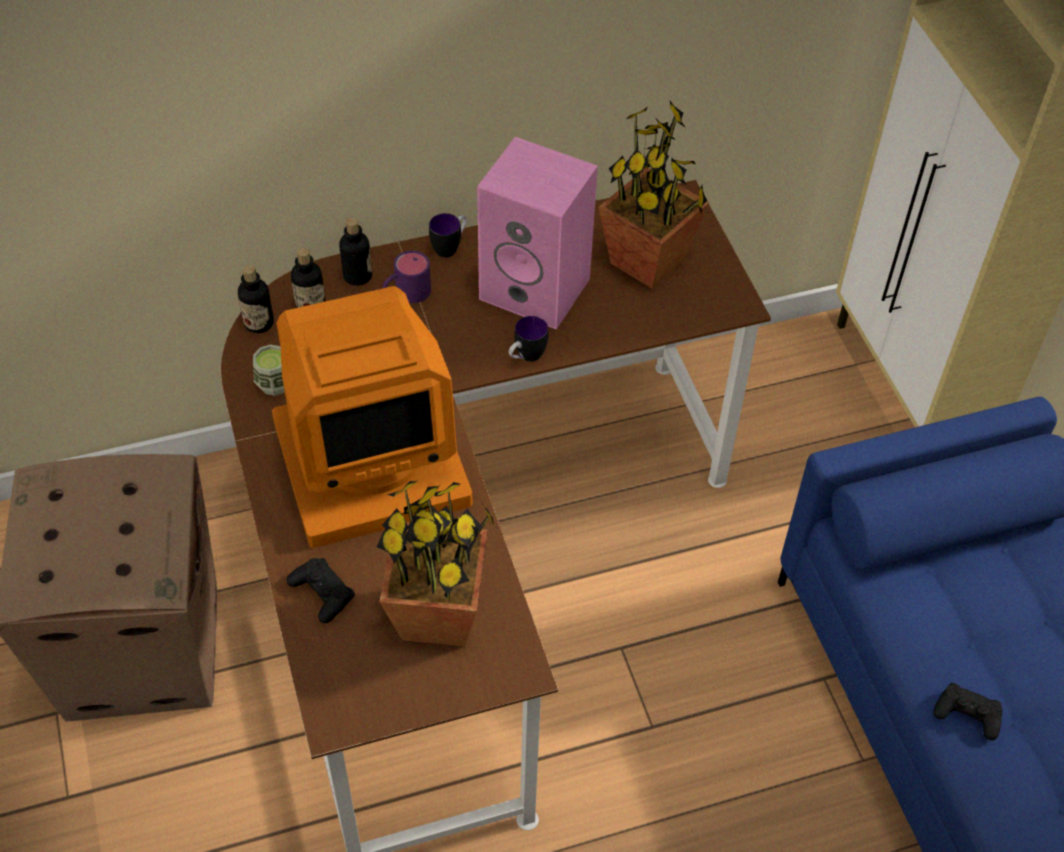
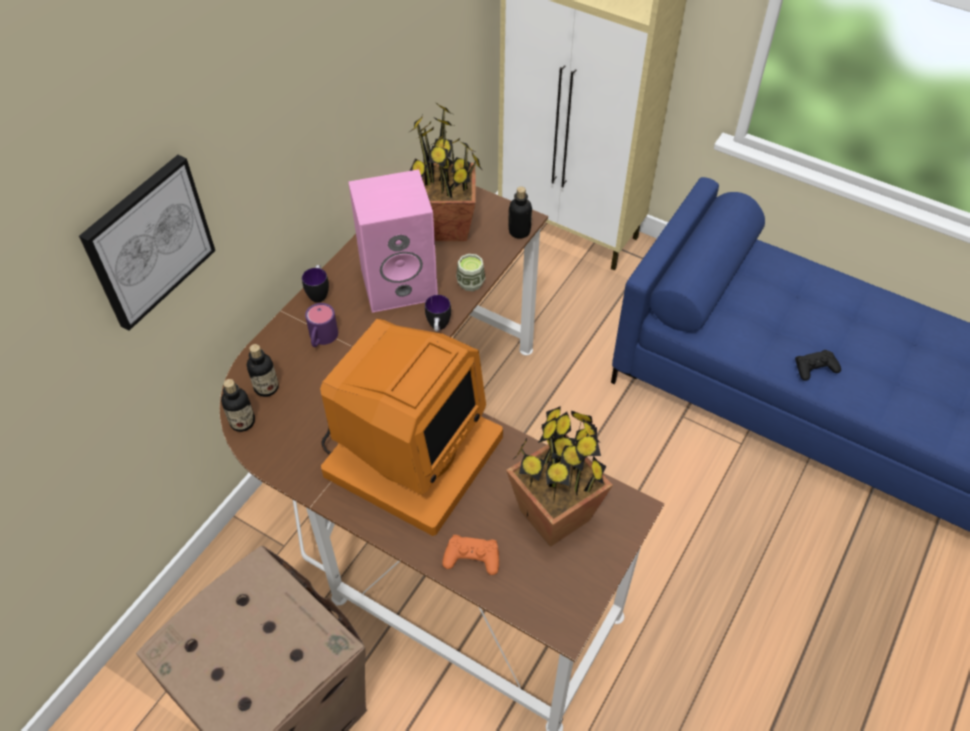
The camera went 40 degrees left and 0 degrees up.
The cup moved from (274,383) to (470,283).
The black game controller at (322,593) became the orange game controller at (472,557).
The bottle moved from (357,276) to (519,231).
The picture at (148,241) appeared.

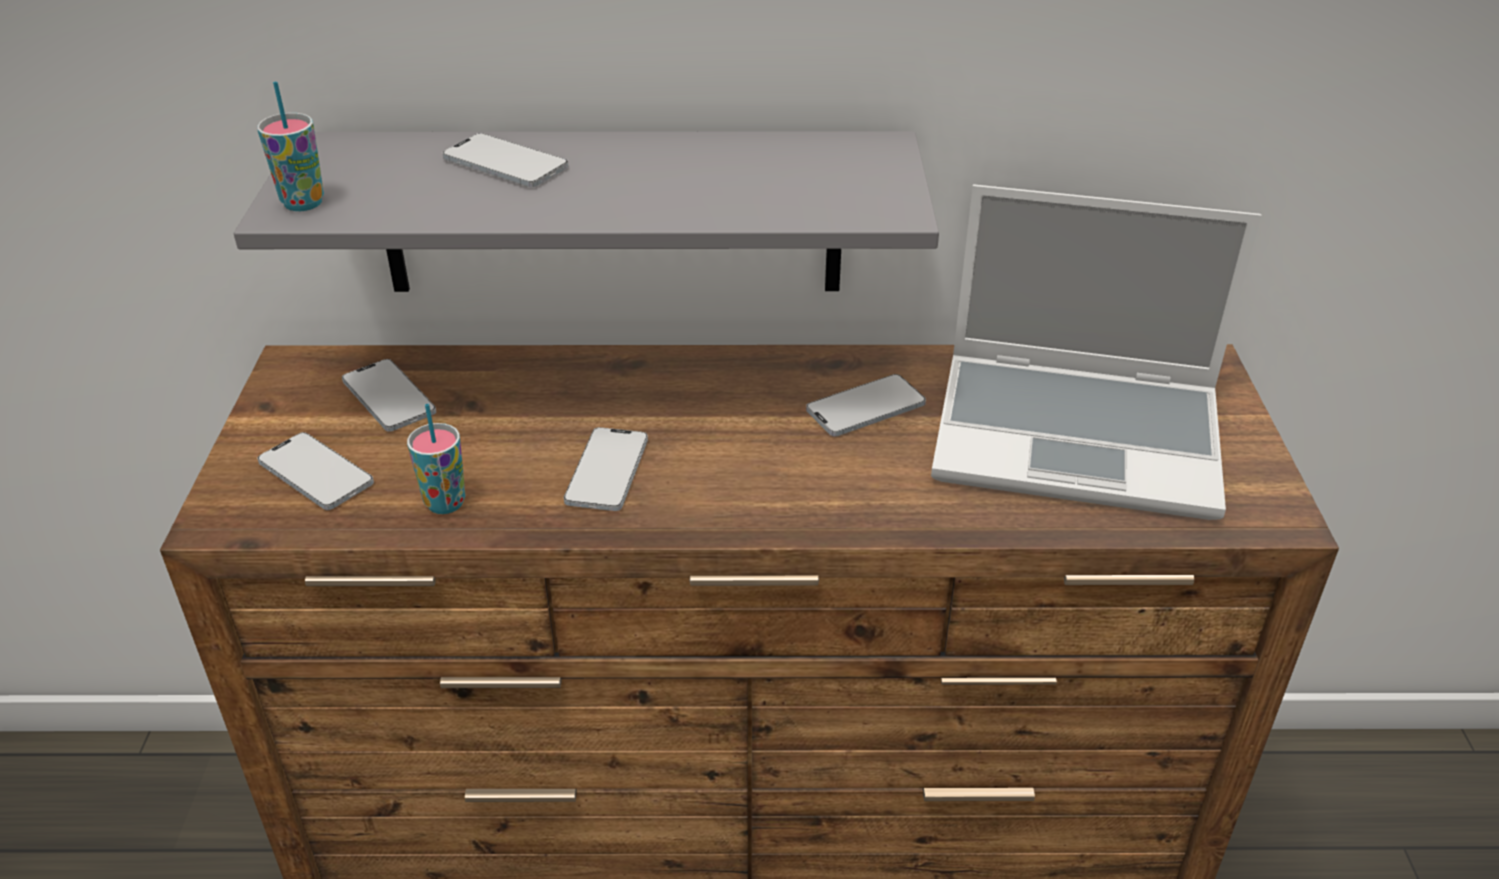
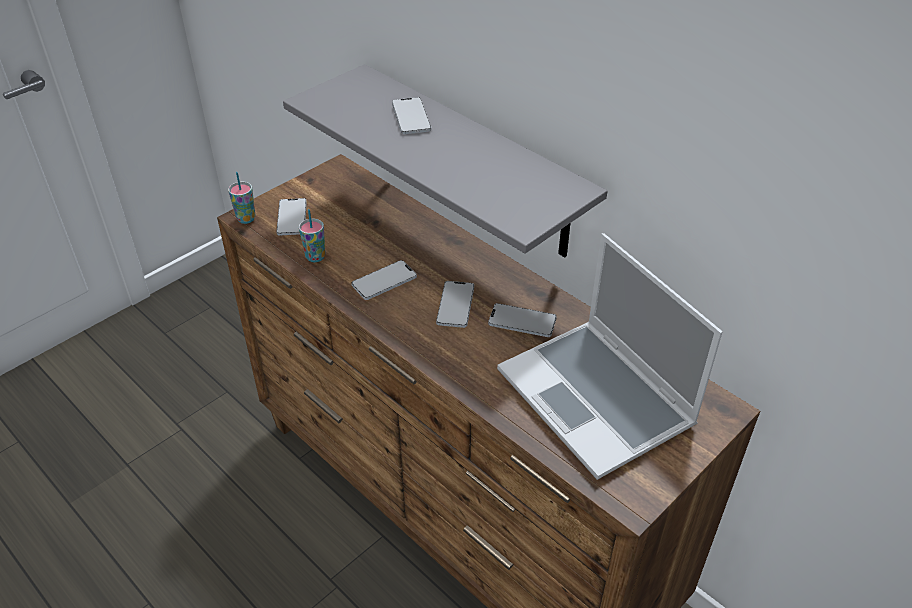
The camera went 45 degrees right and 5 degrees up.
The cup moved from (303,203) to (246,219).
The phone moved from (389,397) to (455,305).

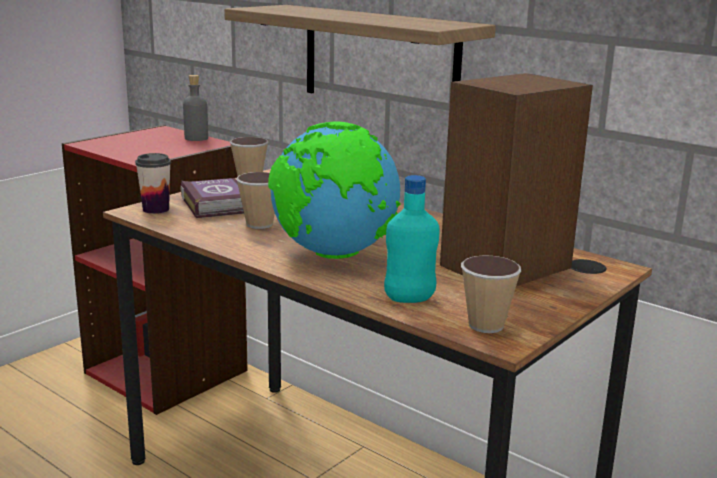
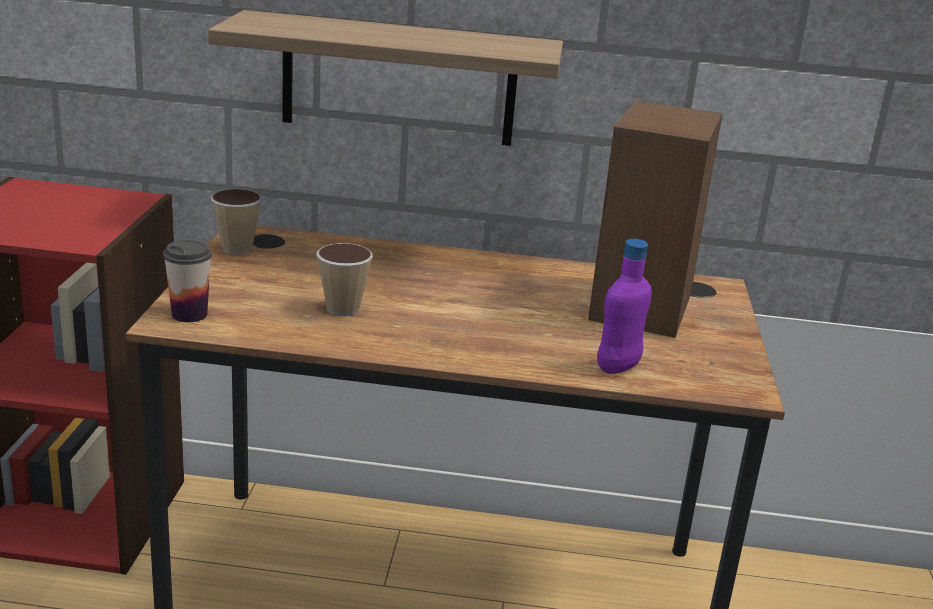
The camera went 35 degrees left and 5 degrees up.
The book at (217,204) disappeared.
The grey bottle at (196,138) disappeared.
The globe at (333,255) disappeared.
The turquoise bottle at (409,299) became the purple bottle at (618,367).
The cup at (486,325) disappeared.

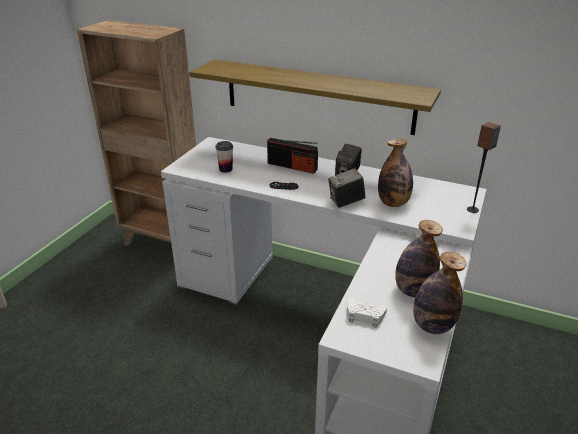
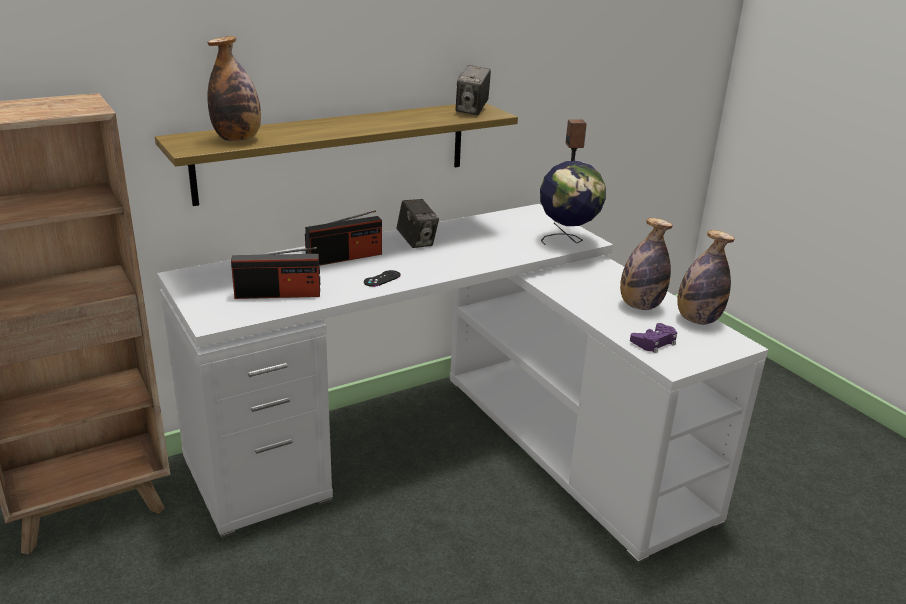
The camera went 55 degrees left and 5 degrees down.
The cup at (225,169) was replaced by the radio at (278,294).
The photo camera moved from (346,202) to (472,111).
The white game controller at (364,316) became the purple game controller at (654,342).
The bottle moved from (393,203) to (237,139).
The globe at (567,240) appeared.

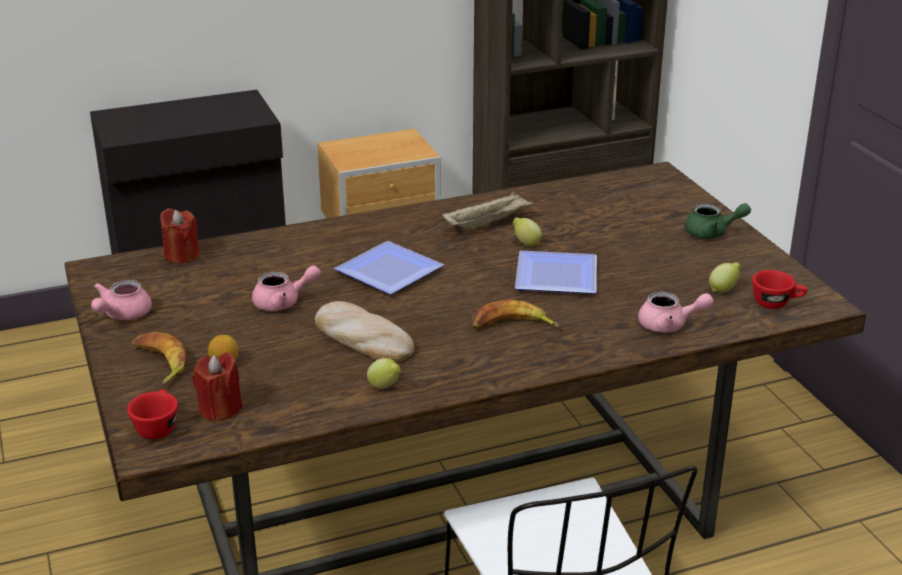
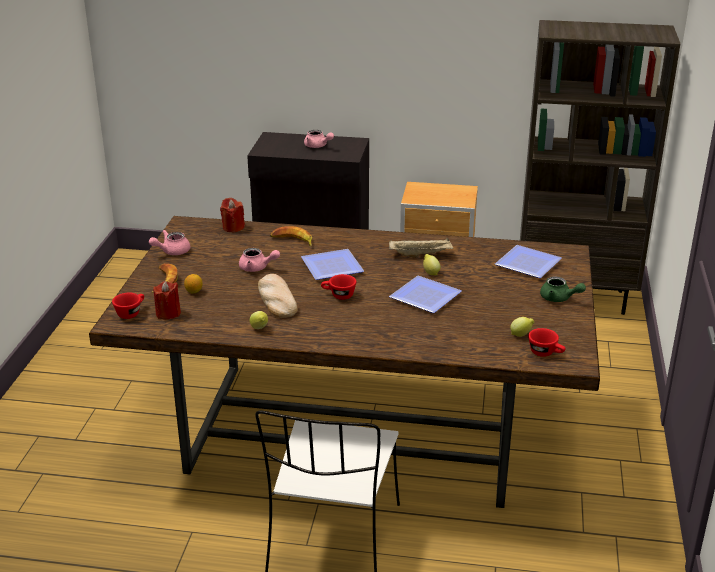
The camera went 30 degrees right and 0 degrees up.
The banana moved from (512,325) to (292,241).
The pink teapot moved from (669,325) to (317,146).
The red cup at (338,295) appeared.
The plate at (529,265) appeared.

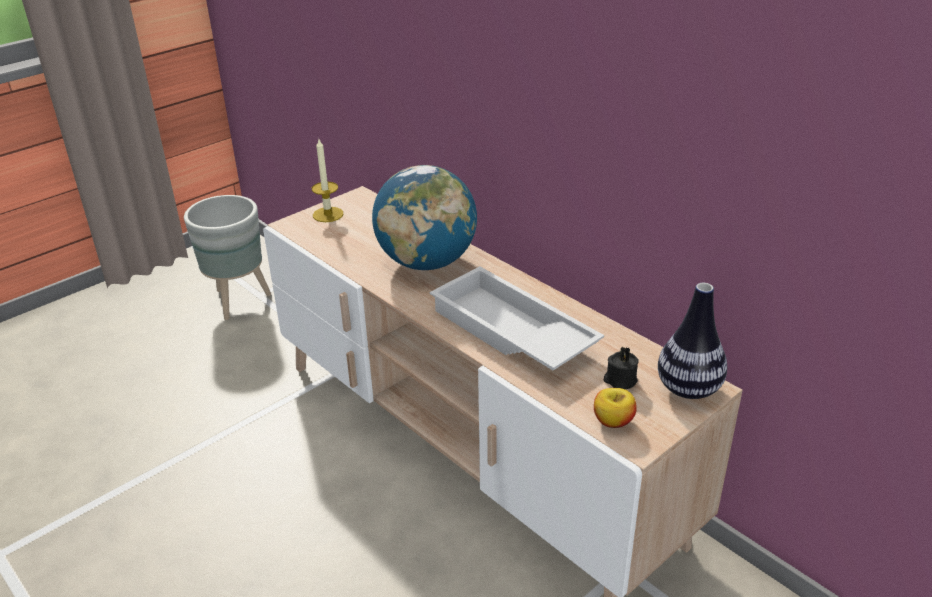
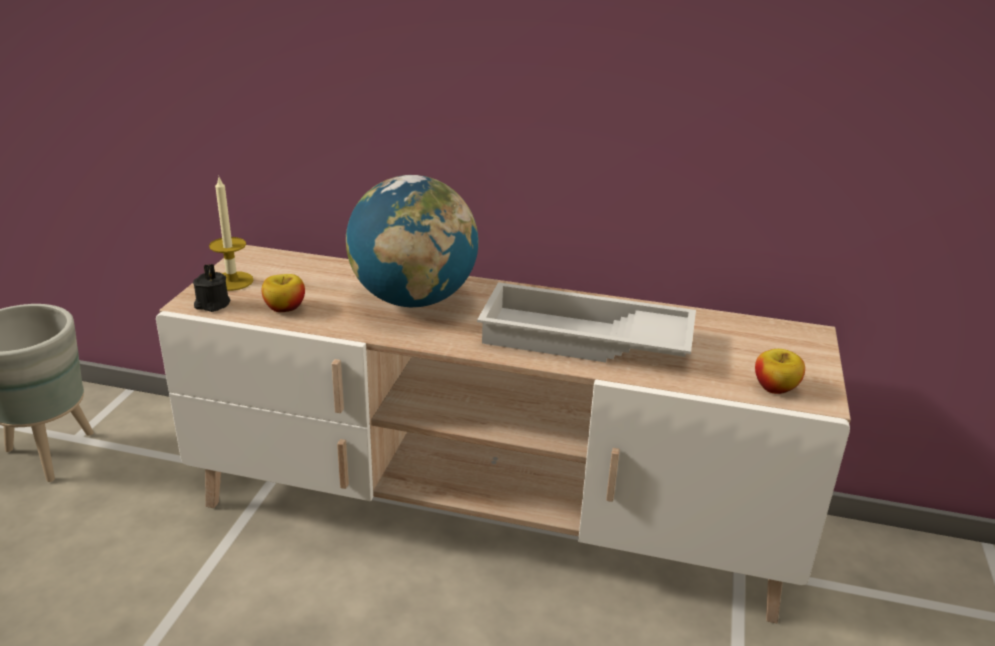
The camera went 35 degrees left and 5 degrees down.
The black candle moved from (620,380) to (212,304).
The vase at (688,389) disappeared.
The apple at (285,308) appeared.

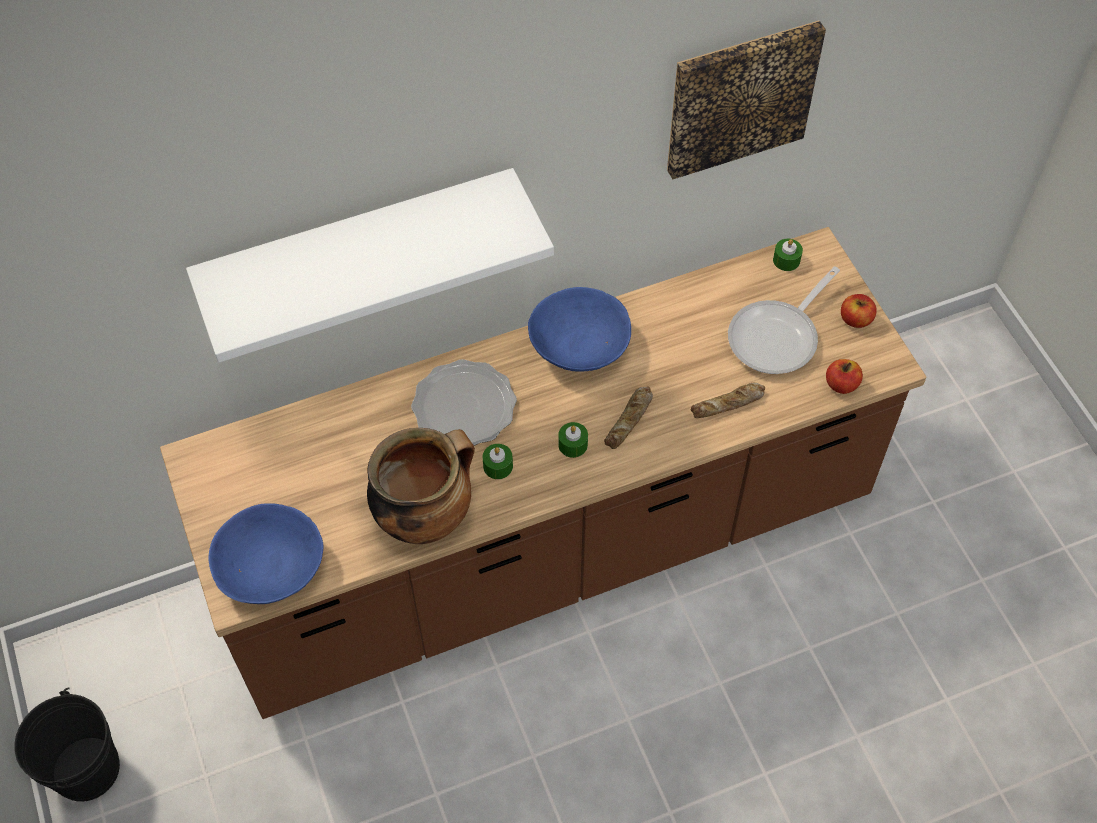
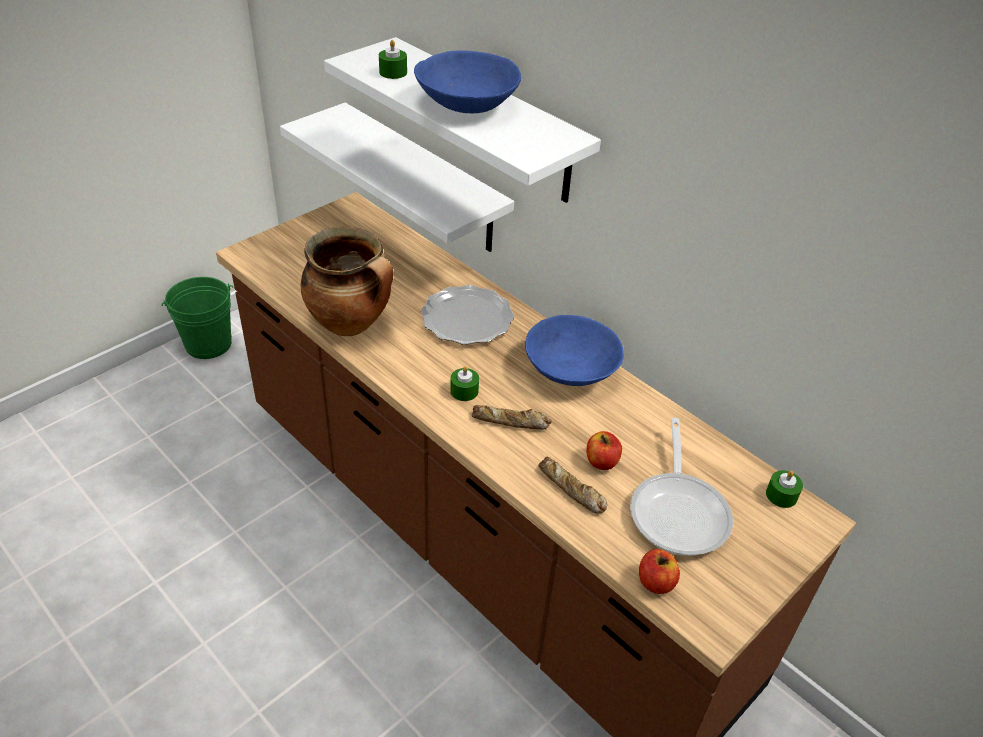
The camera went 65 degrees right and 15 degrees down.
The black bucket at (86,769) became the green bucket at (208,344).
The blue bowl moved from (271,568) to (466,104).
The green candle moved from (498,466) to (393,72).
The picture at (740,97) disappeared.
The frying pan at (778,337) turned 105 degrees counterclockwise.
The apple moved from (855,319) to (602,461).
The white shelf at (424,178) appeared.

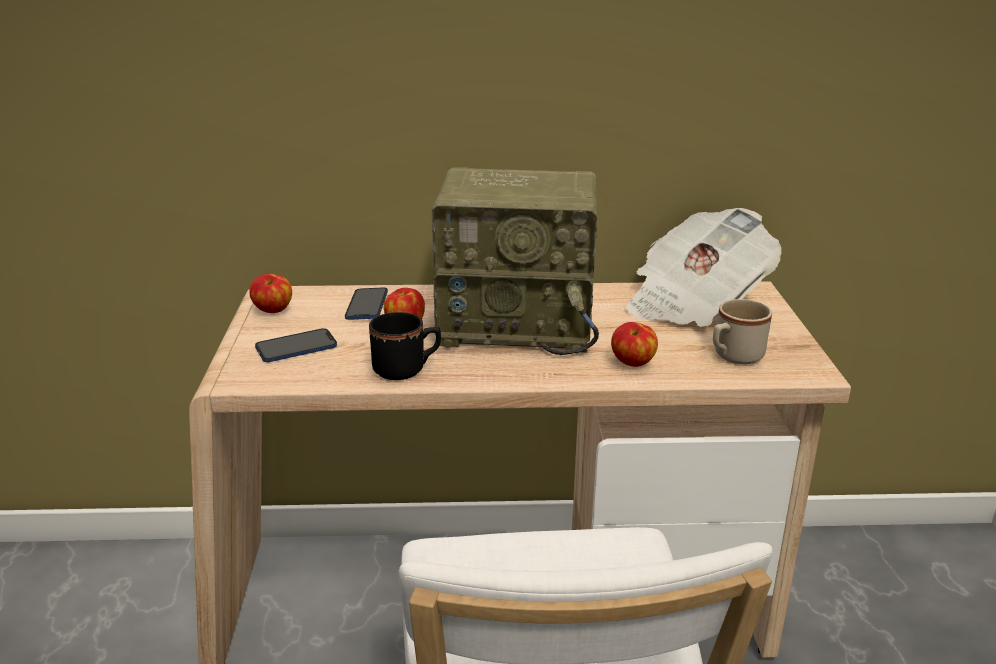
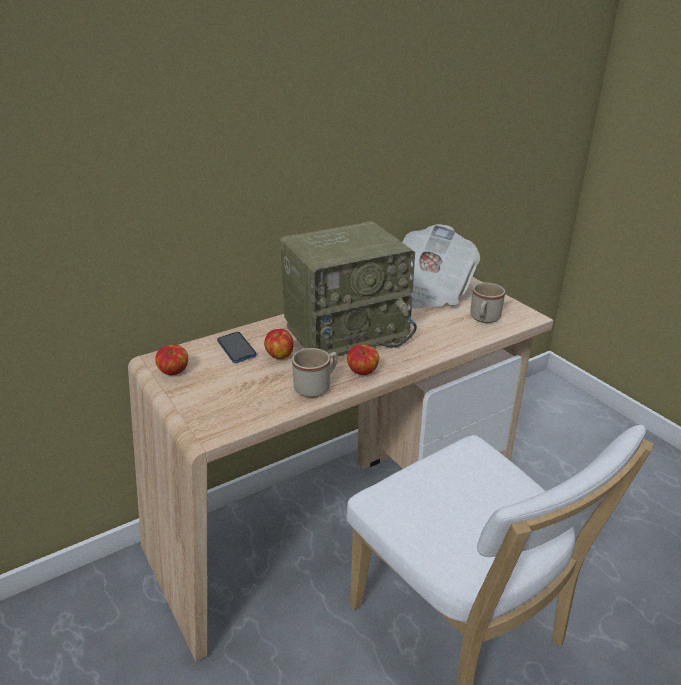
The camera went 30 degrees left and 5 degrees up.
The phone at (296,347) disappeared.
The black mug at (406,369) became the beige mug at (317,386).
The apple moved from (632,363) to (362,372).

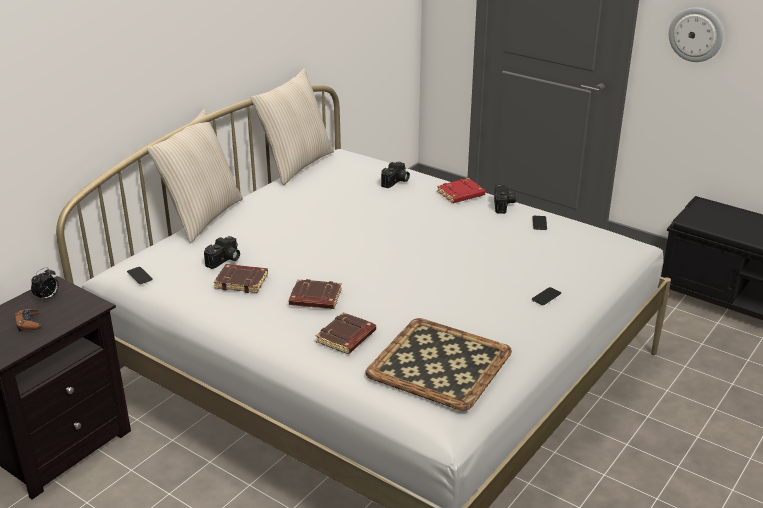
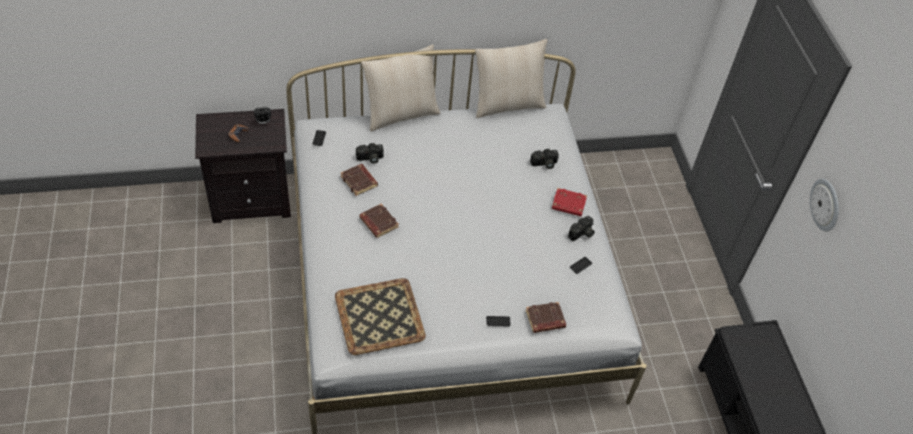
The camera went 40 degrees right and 20 degrees up.
The brown book moved from (346,338) to (545,320).

